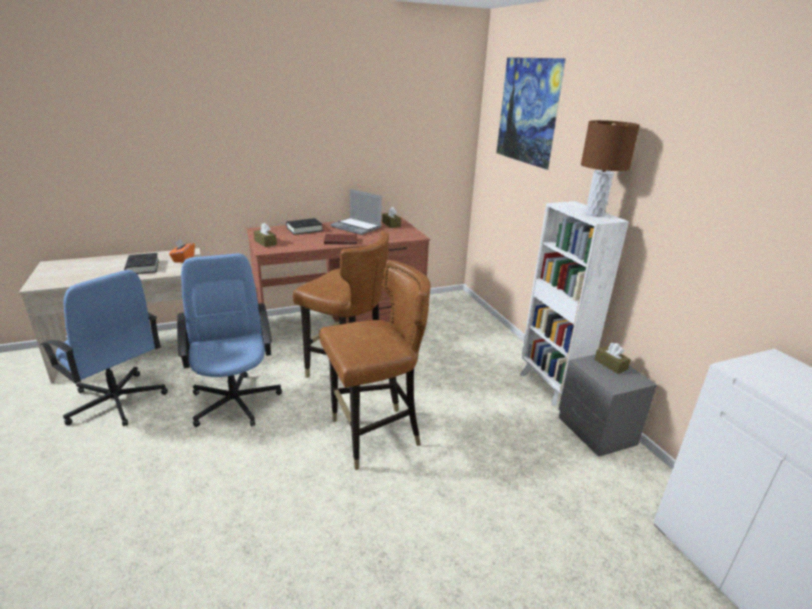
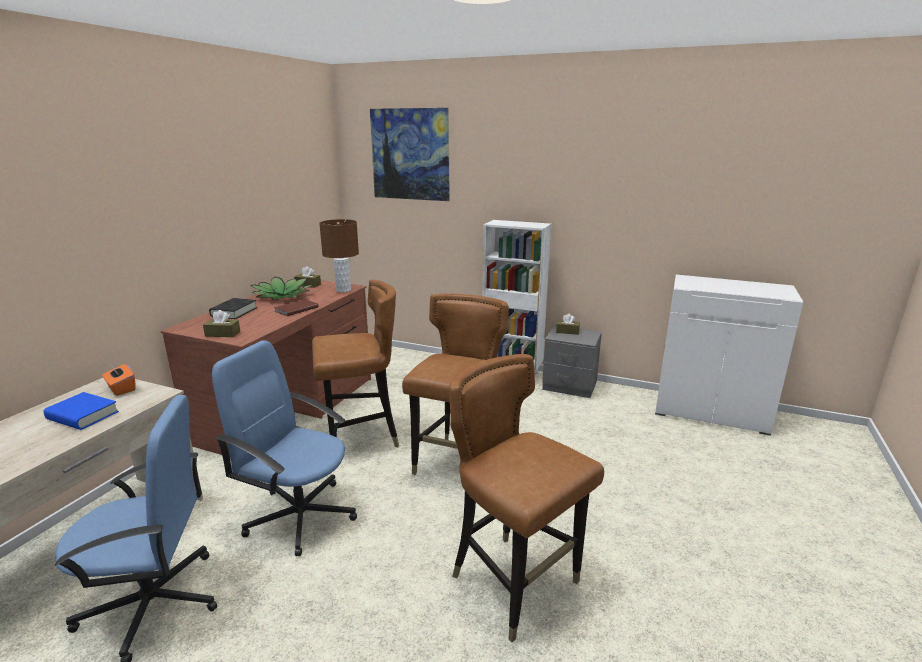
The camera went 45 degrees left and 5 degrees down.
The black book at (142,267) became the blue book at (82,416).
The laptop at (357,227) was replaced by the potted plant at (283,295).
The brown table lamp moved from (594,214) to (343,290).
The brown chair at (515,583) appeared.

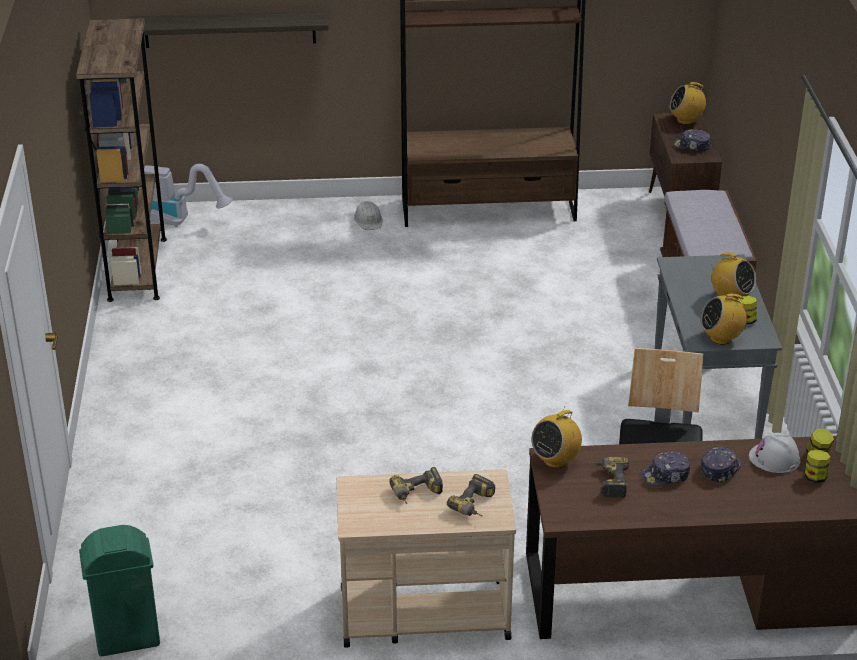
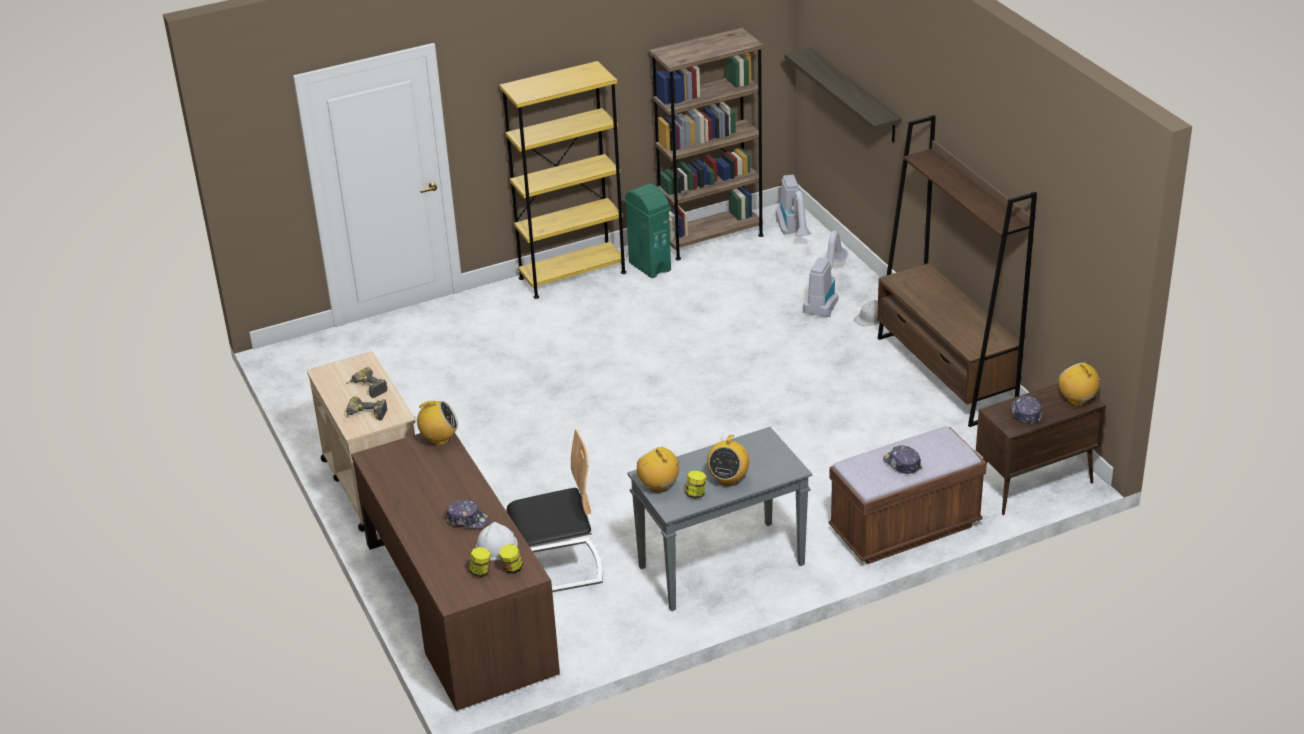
The camera went 70 degrees right and 0 degrees up.
The green trash can moved from (126,639) to (649,266).
The radio at (555,460) turned 150 degrees clockwise.
The power drill at (608,482) disappeared.
The cap moved from (665,475) to (901,464).
The yellow bookcase at (572,275) appeared.
The vacuum cleaner at (825,299) appeared.

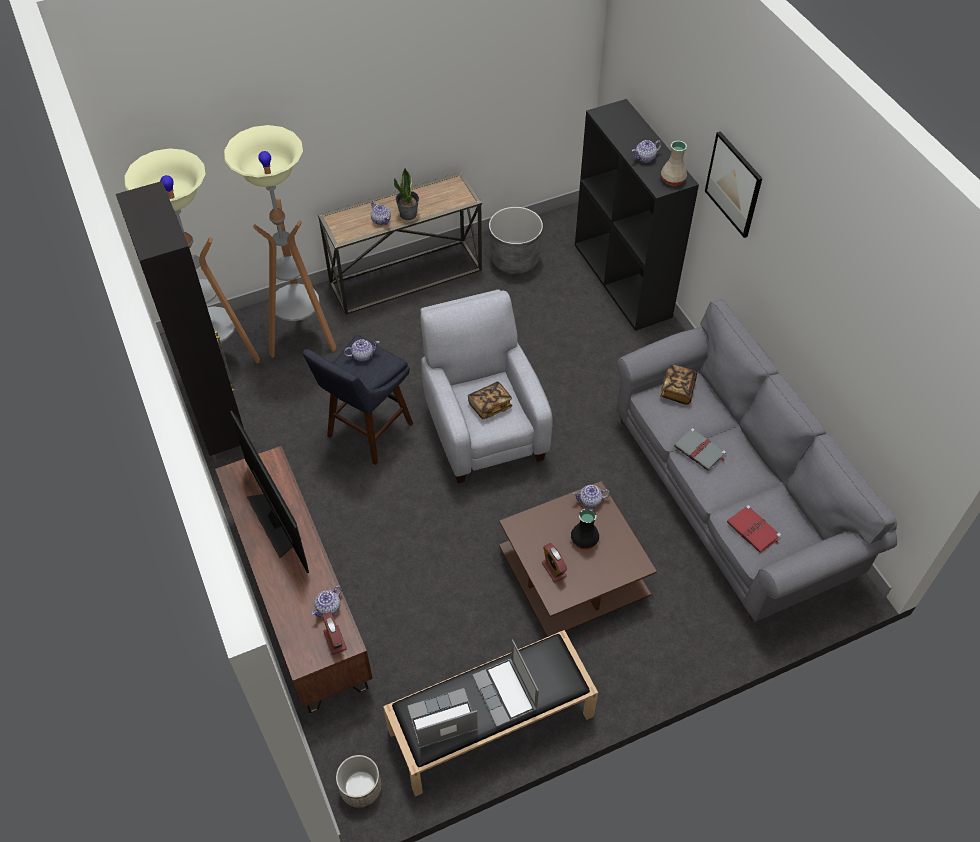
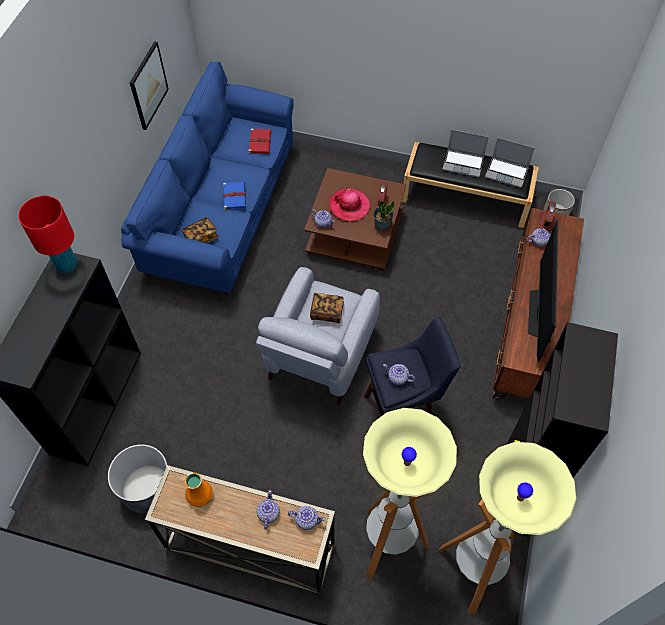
The camera went 140 degrees left and 5 degrees up.
The potted plant moved from (408,214) to (382,225).
The laptop at (506,693) turned 90 degrees clockwise.
The black vase at (583,540) was replaced by the hat at (349,206).
The grey sofa at (731,497) became the blue sofa at (222,211).
The teapot moved from (645,158) to (306,520).
The beige vase at (673,180) was replaced by the red table lamp at (67,265).
The grey book at (700,451) became the blue book at (234,196).
The picture moved from (734,184) to (148,85).
The orange vase at (200,496) appeared.

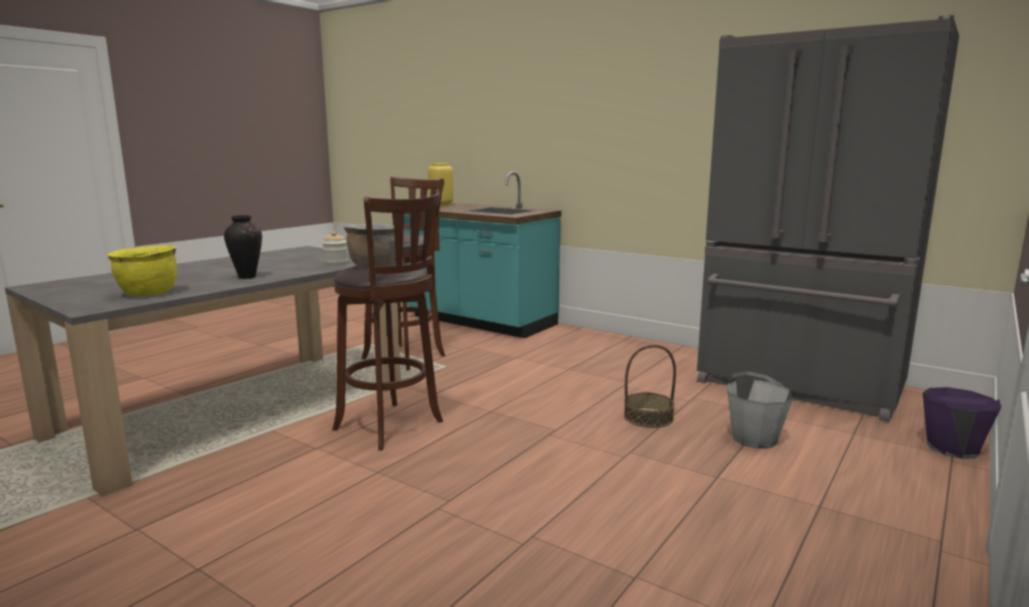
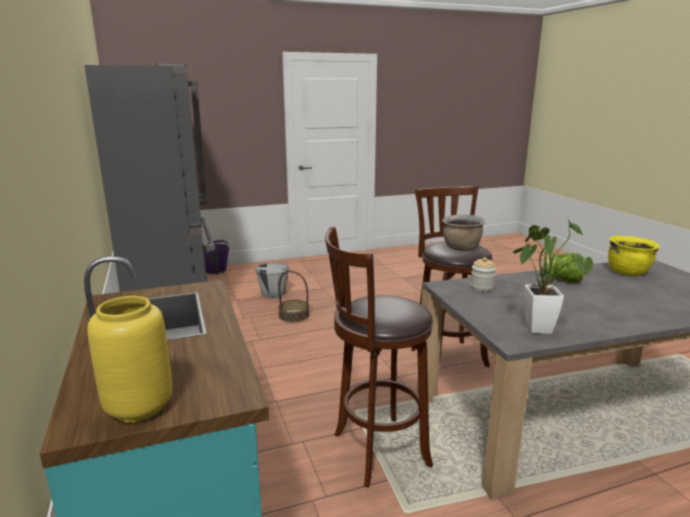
The camera went 145 degrees left and 5 degrees up.
The vase at (246,277) was replaced by the lettuce at (562,280).
The potted plant at (537,326) appeared.

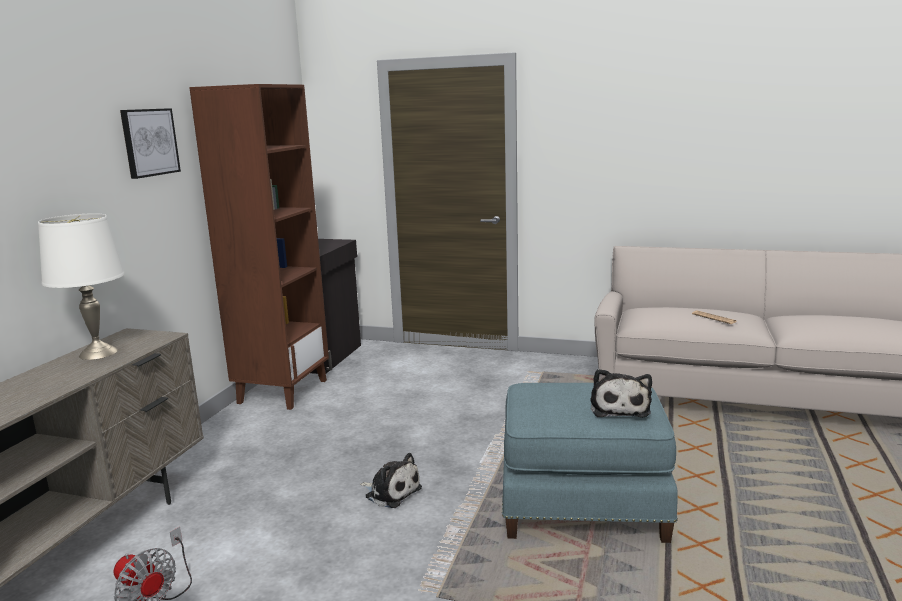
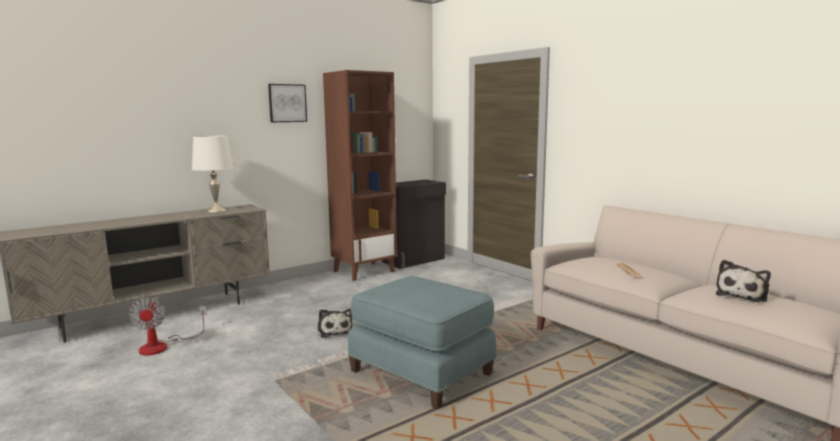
The camera went 35 degrees right and 5 degrees down.
The plush toy moved from (619,407) to (742,295).

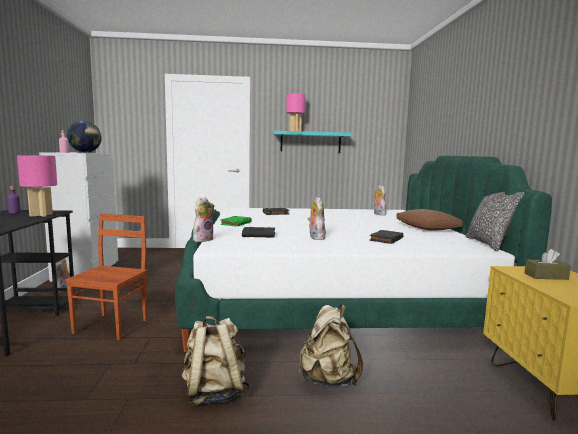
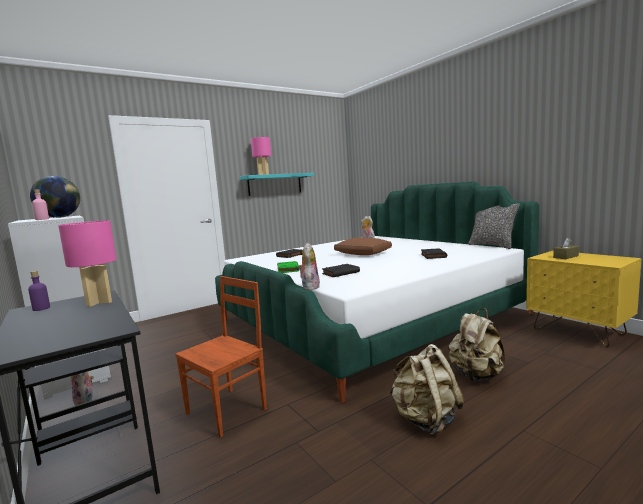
The camera went 30 degrees left and 0 degrees up.
The brown chair at (112,326) turned 60 degrees clockwise.
The plush toy at (315,237) disappeared.
The brown pillow moved from (427,228) to (363,254).

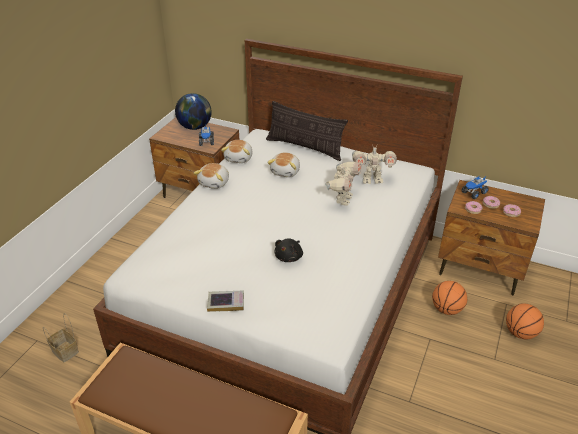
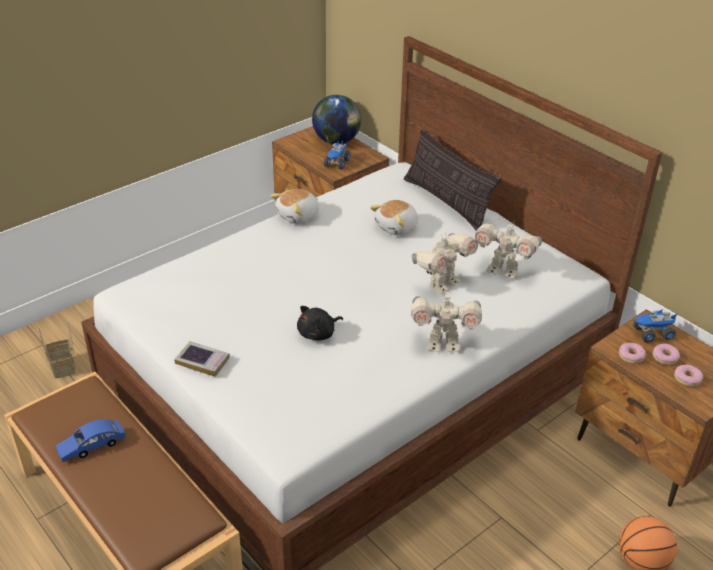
The camera went 25 degrees right and 0 degrees up.
The plush toy at (239,158) disappeared.
The basketball at (446,309) disappeared.
The blue toy car at (92,446) appeared.
The toy robot at (443,344) appeared.

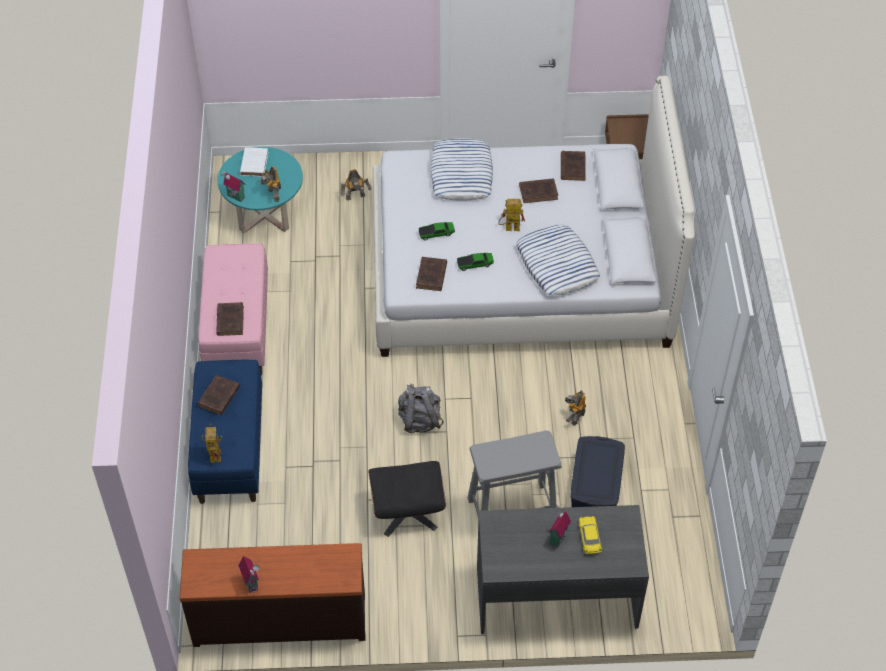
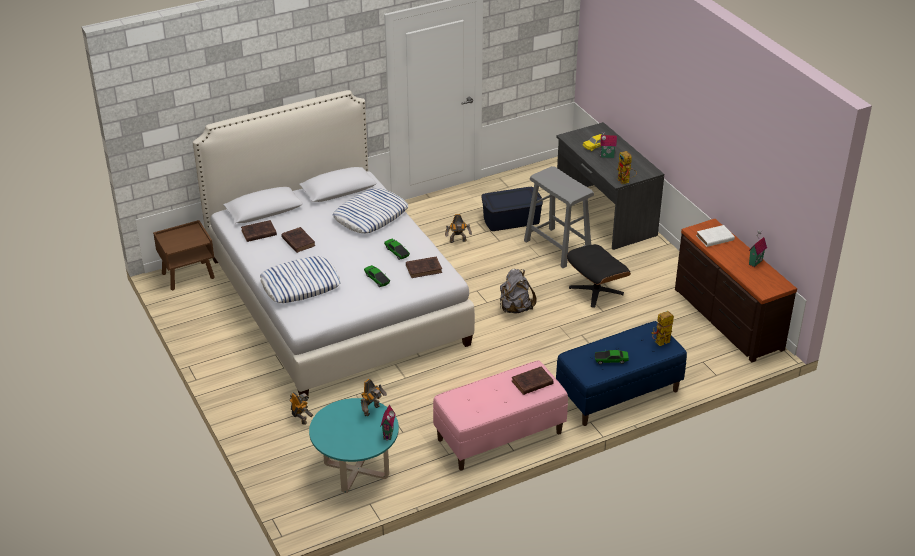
The camera went 115 degrees left and 15 degrees down.
The brown book at (218,398) was replaced by the toy car at (611,360).
The white book moved from (254,163) to (714,238).
The toy robot moved from (509,228) to (625,181).

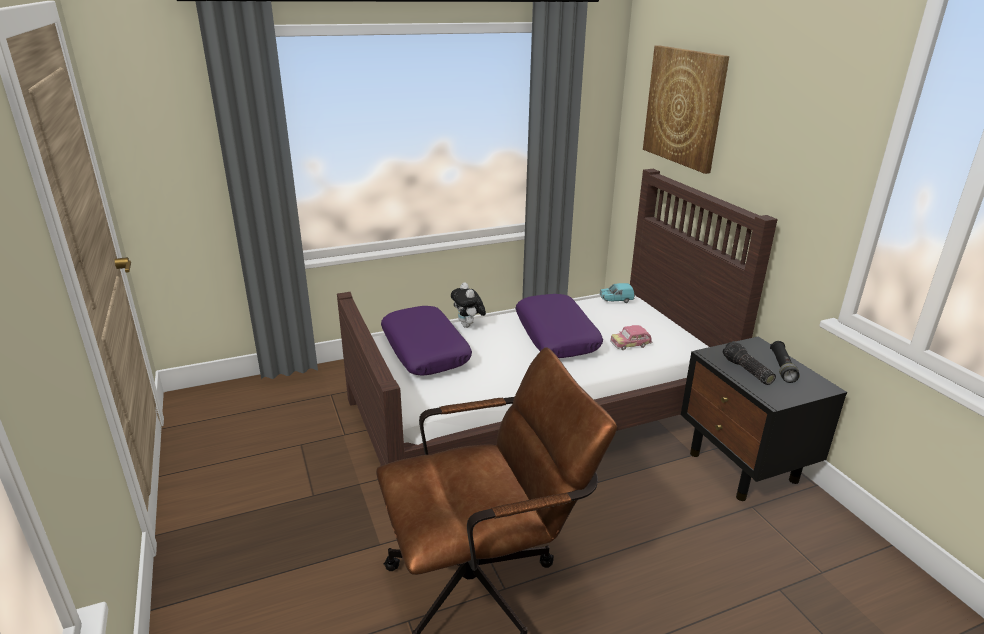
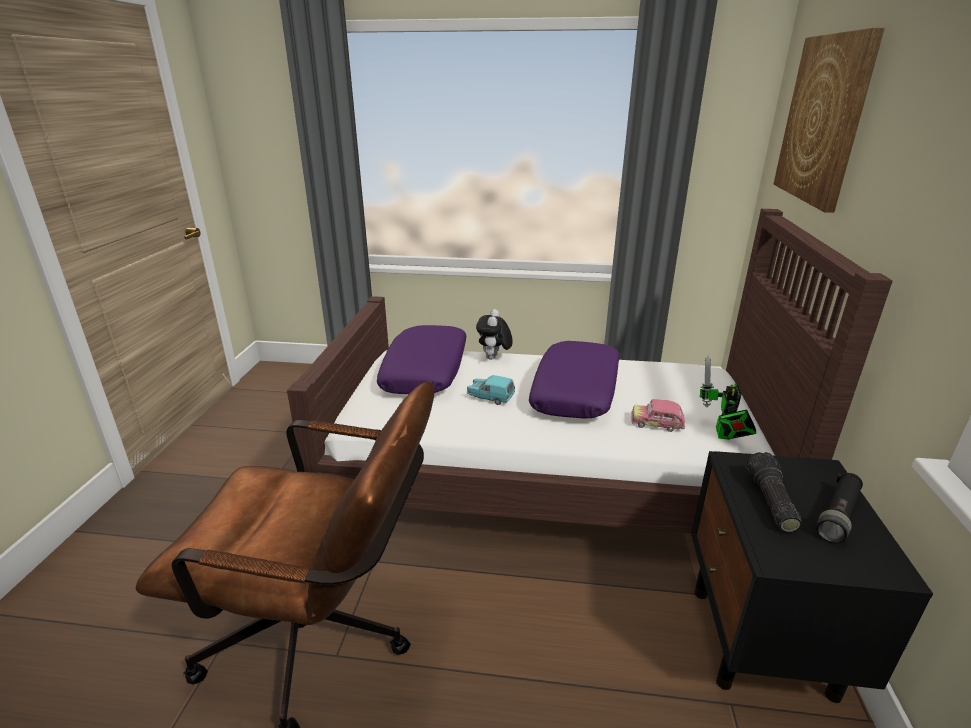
The camera went 30 degrees right and 0 degrees up.
The turquoise toy car moved from (616,300) to (490,398).
The toy robot at (723,435) appeared.

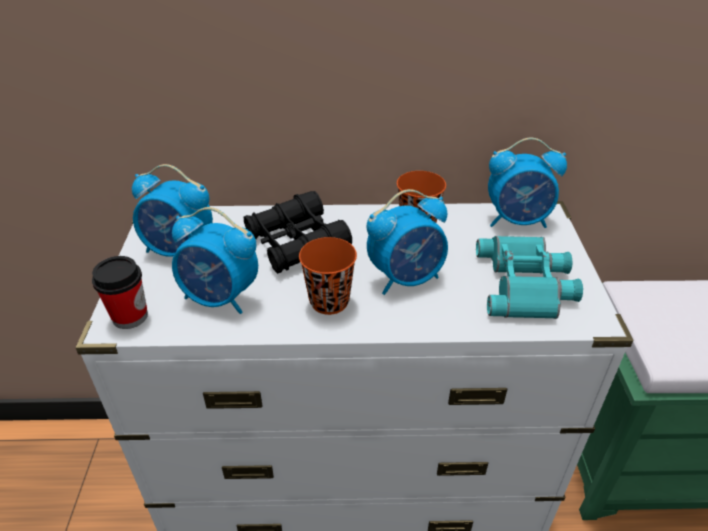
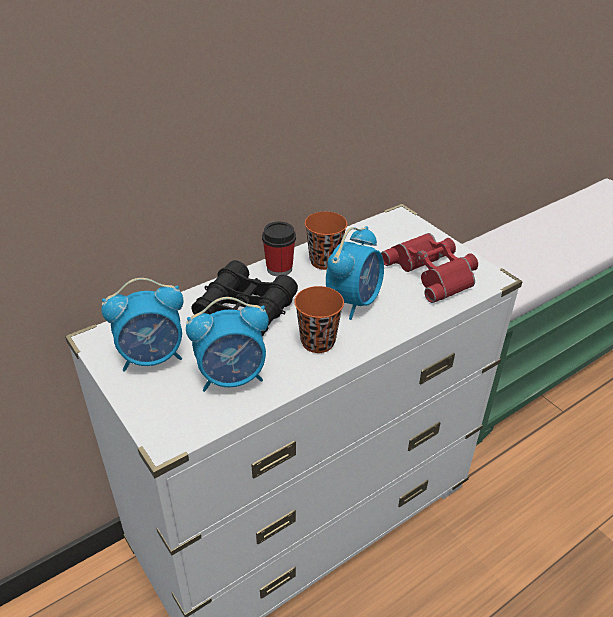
The camera went 35 degrees left and 0 degrees up.
The cup moved from (130,316) to (279,268).
The turquoise binoculars at (527,284) became the red binoculars at (433,272).
The alarm clock at (517,221) disappeared.

